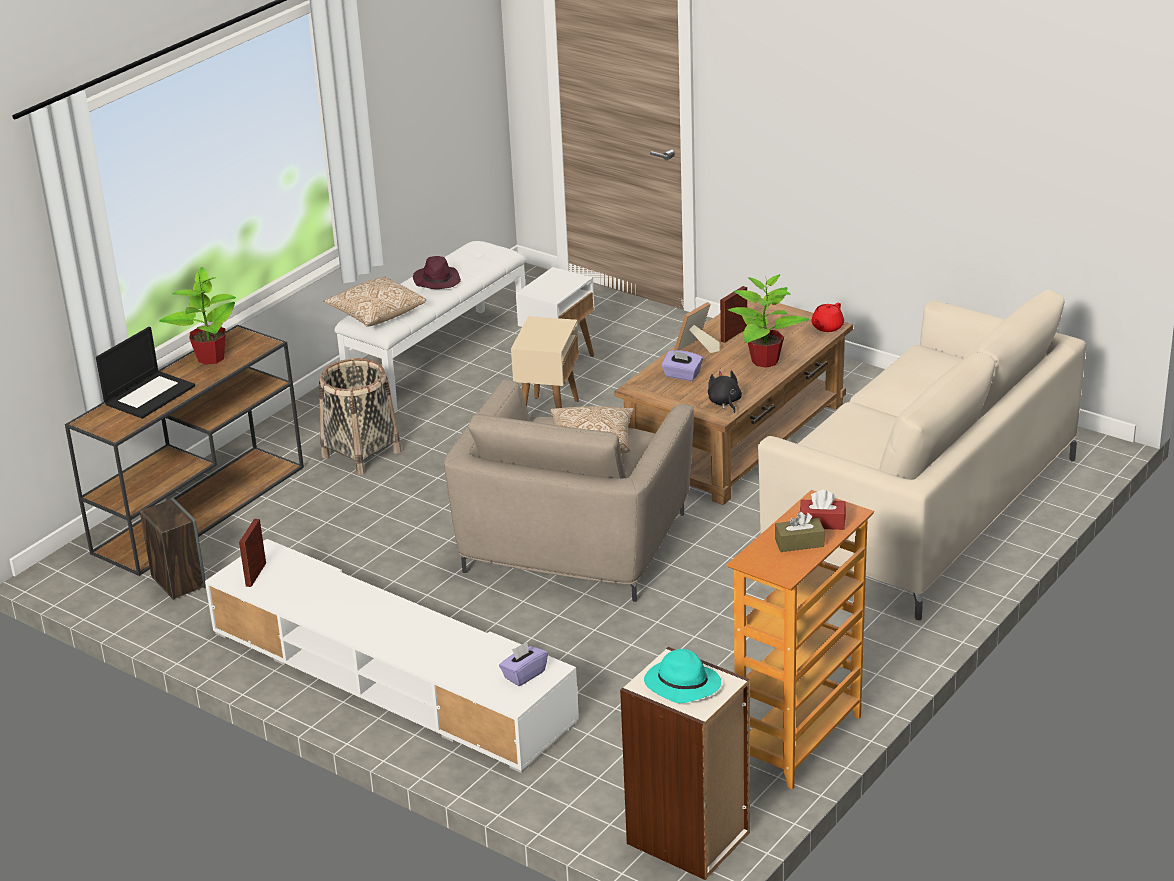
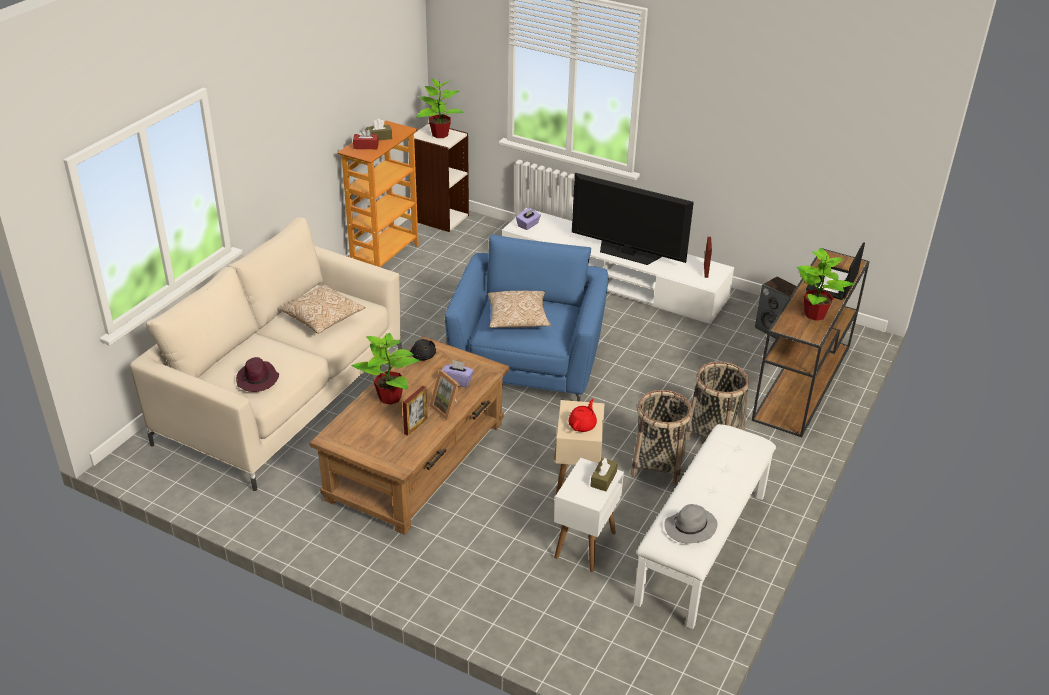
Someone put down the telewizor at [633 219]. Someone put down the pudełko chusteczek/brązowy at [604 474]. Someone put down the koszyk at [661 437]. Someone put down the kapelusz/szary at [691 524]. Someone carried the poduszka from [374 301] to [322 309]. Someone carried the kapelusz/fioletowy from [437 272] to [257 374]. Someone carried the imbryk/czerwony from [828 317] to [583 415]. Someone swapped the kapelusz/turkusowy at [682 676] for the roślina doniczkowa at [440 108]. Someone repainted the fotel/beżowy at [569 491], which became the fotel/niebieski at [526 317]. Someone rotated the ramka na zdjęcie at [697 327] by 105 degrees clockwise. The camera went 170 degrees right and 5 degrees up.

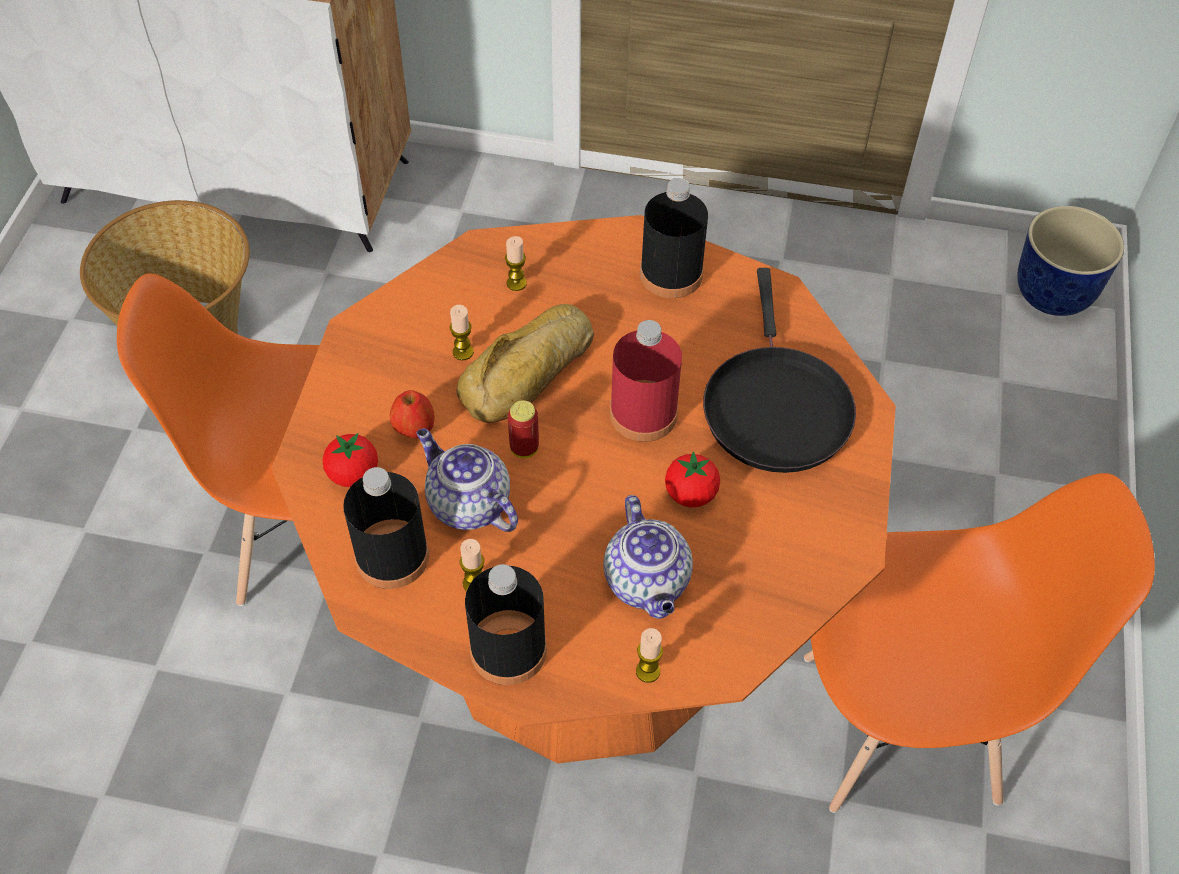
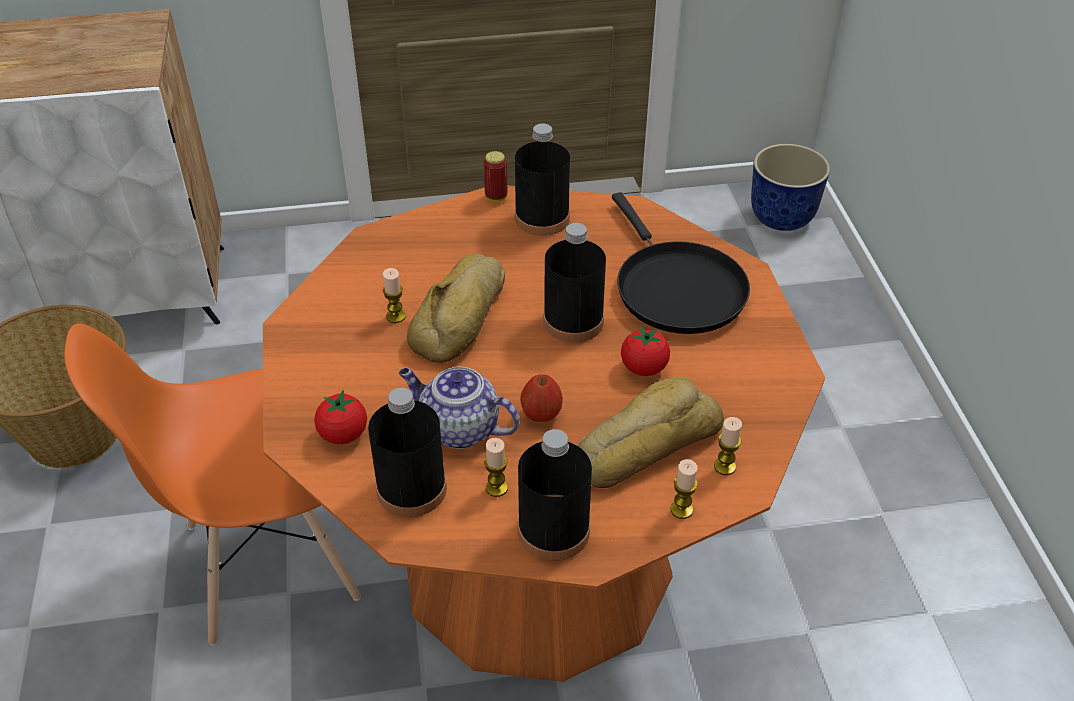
Someone took away the krzesło/pomarańczowy at [979 643]. Someone carried the jabłko from [412 414] to [541 398]. Someone carried the świeca from [516 263] to [728 446]. Someone carried the puszka from [523 429] to [495 176]. Someone swapped the imbryk at [648 557] for the chleb at [650 433]. Someone repainted the butelka/czerwony at [646 381], which became the butelka/czarny at [574 282]. The camera went 20 degrees left and 10 degrees down.

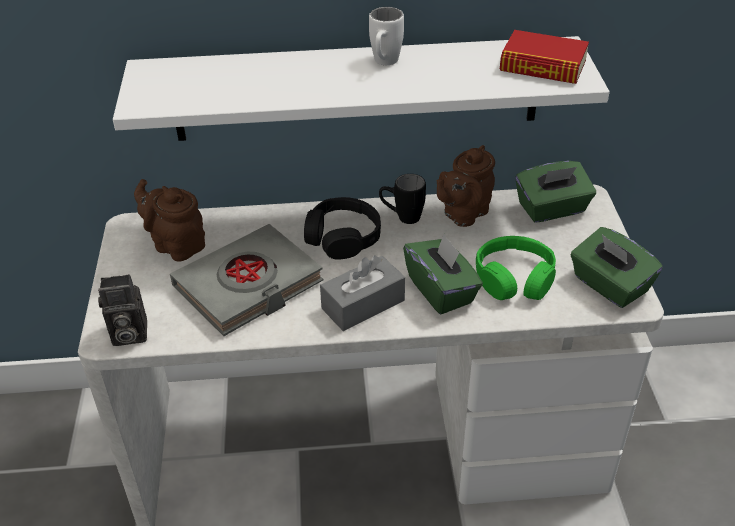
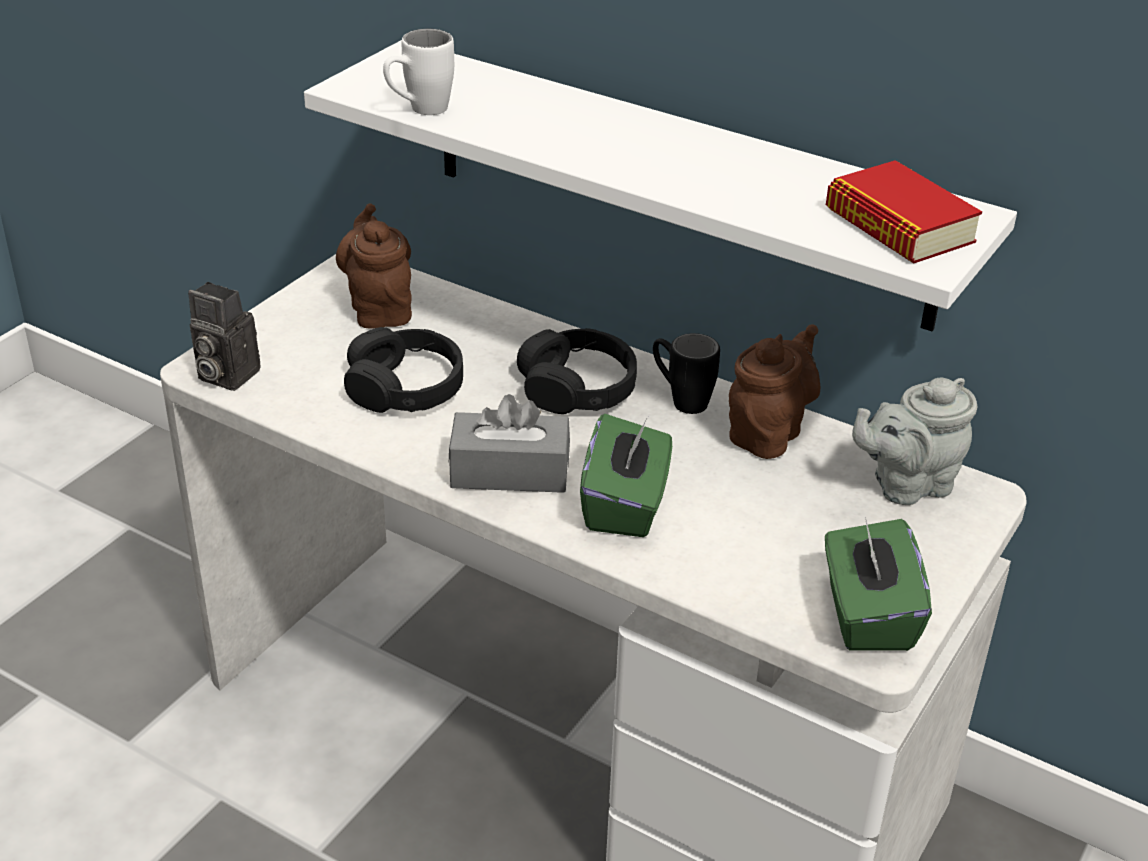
Someone took away the słuchawki/zielony at [516 268]. Someone carried the kubek/biały from [386 36] to [418 72]. Someone swapped the książka/szary at [247 280] for the słuchawki/czarny at [403 370]. Someone swapped the pudełko chusteczek/zielony at [555 192] for the imbryk/szary at [915 441]. Someone rotated the imbryk/brązowy at [465 186] by 135 degrees clockwise. The camera went 35 degrees right and 5 degrees down.

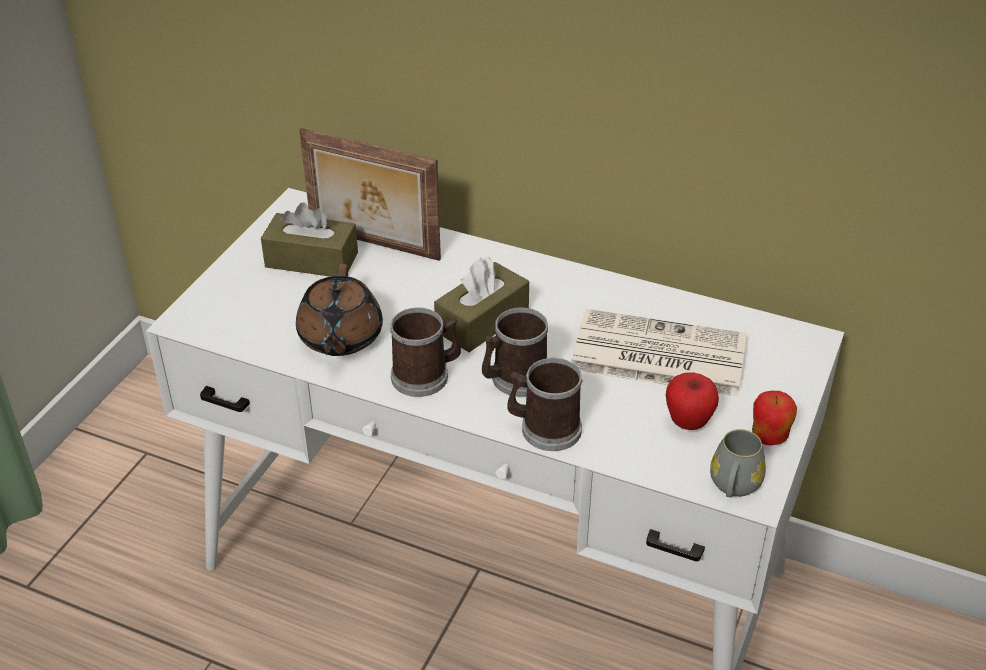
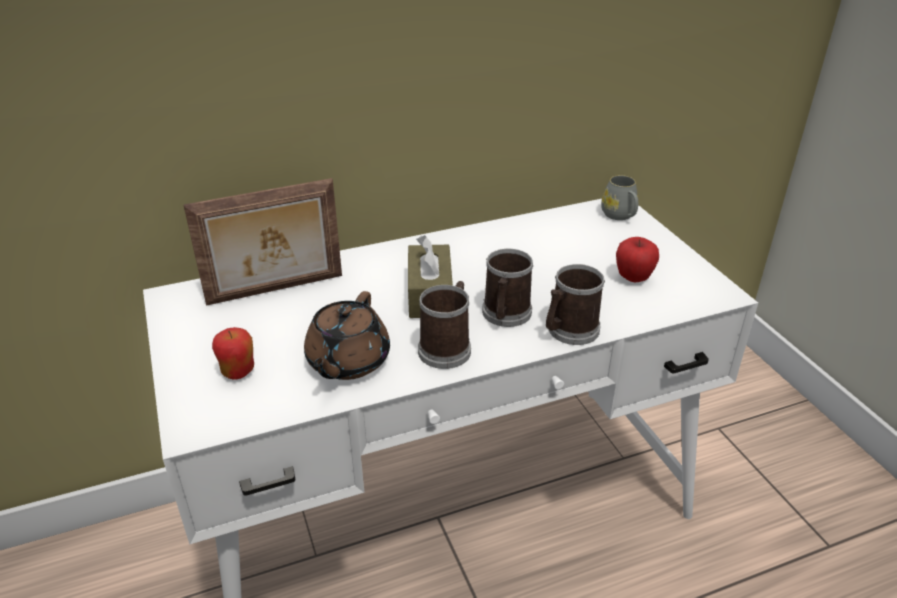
Someone took away the pudełko chusteczek/brązowy at [309 239]. Someone took away the gazeta at [659 353]. Someone carried the kubek/szary from [738 463] to [619 197]. Someone carried the jabłko from [774 418] to [233 353]. Someone rotated the imbryk/brązowy at [339 310] by 60 degrees clockwise. The camera went 45 degrees left and 5 degrees down.

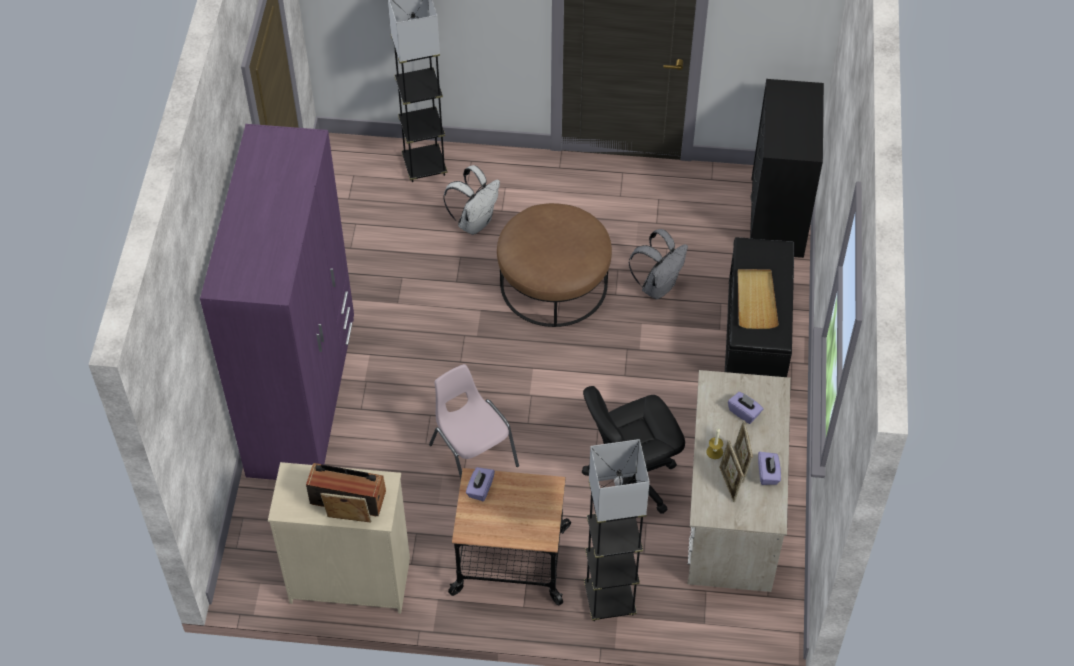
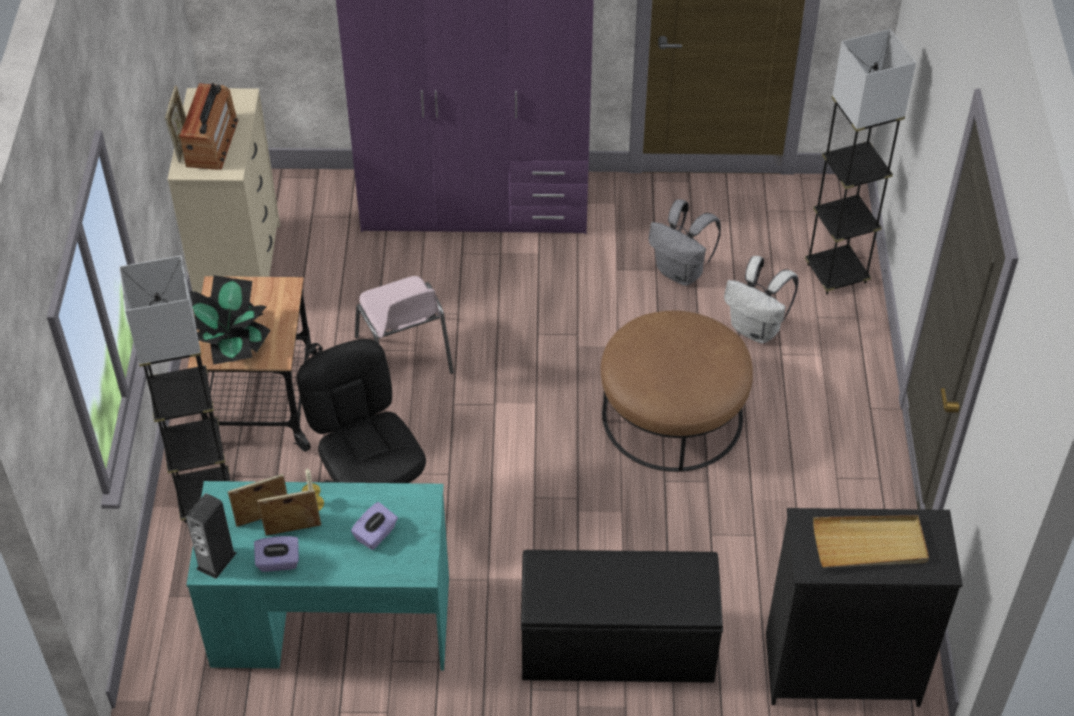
Someone took away the pudełko chusteczek/fioletowy at [480 484]. Someone put down the głośnik at [211 536]. Someone put down the roślina doniczkowa at [230 320]. Someone carried the plecak/szary from [658 264] to [684 242]. Someone carried the taca/beżowy from [758 299] to [871 541]. Someone repainted the biurko/beżowy at [739 481], which became the biurko/turkusowy at [317 575]. Someone rotated the krzesło/różowy at [474 421] by 105 degrees clockwise. The camera went 85 degrees right and 5 degrees down.

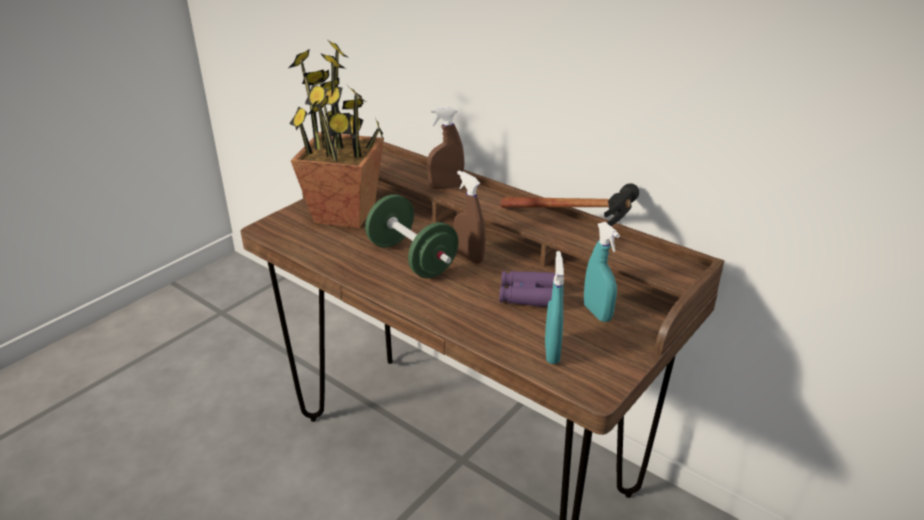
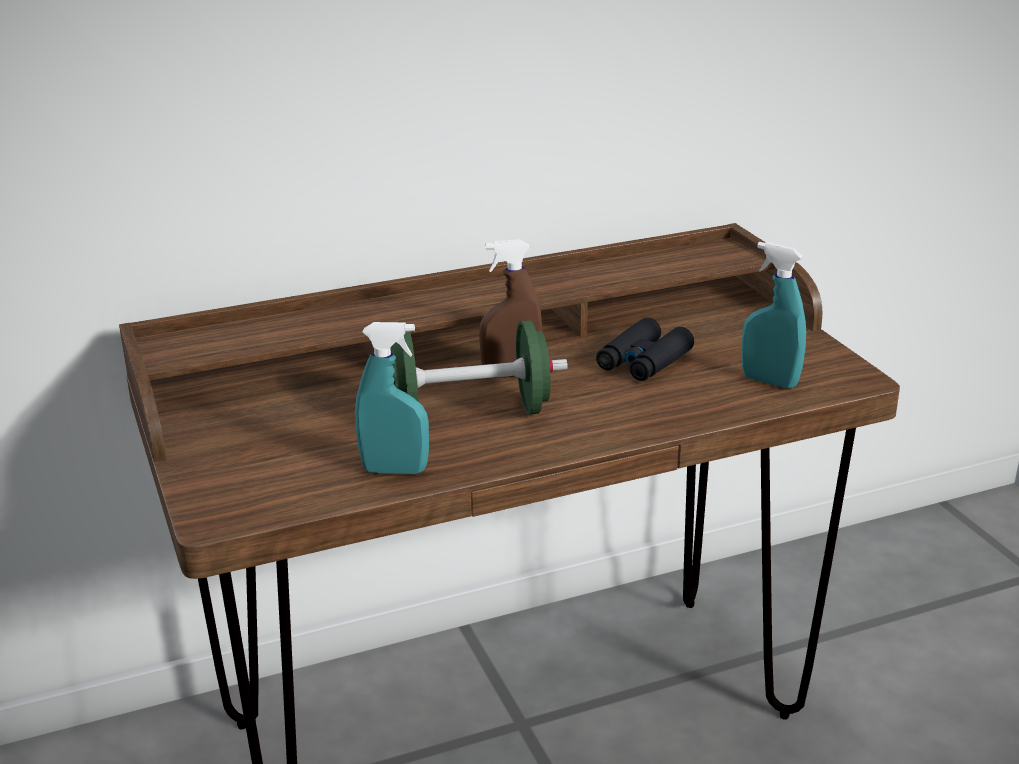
Someone took away the roślina doniczkowa at [336 134]. Someone took away the spryskiwacz/brązowy at [445 148]. Someone took away the młotek at [569 204]. Someone carried the spryskiwacz/turkusowy from [602 272] to [392 398]. Someone repainted the lornetka/fioletowy at [527 289], which became the lornetka/czarny at [645 349]. The camera went 60 degrees left and 5 degrees down.

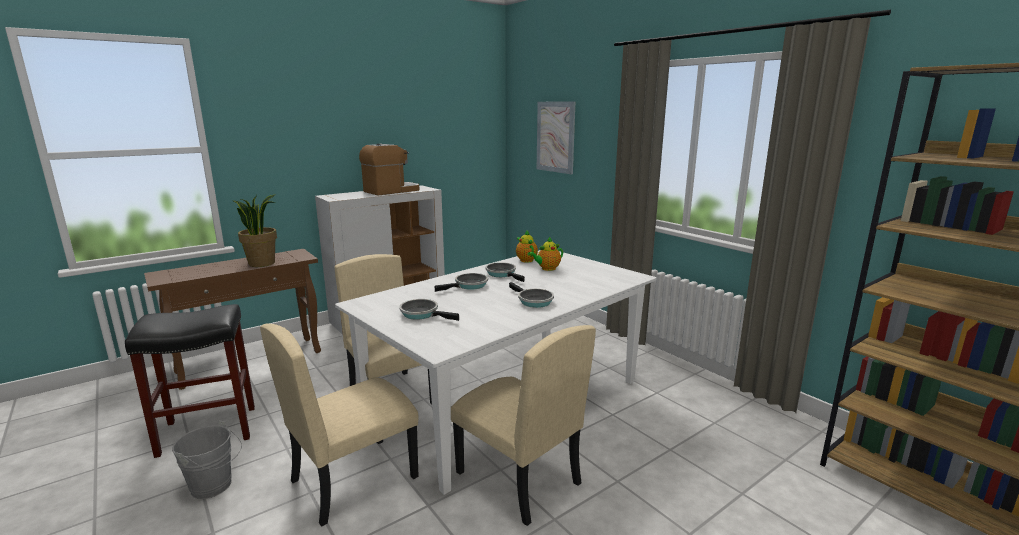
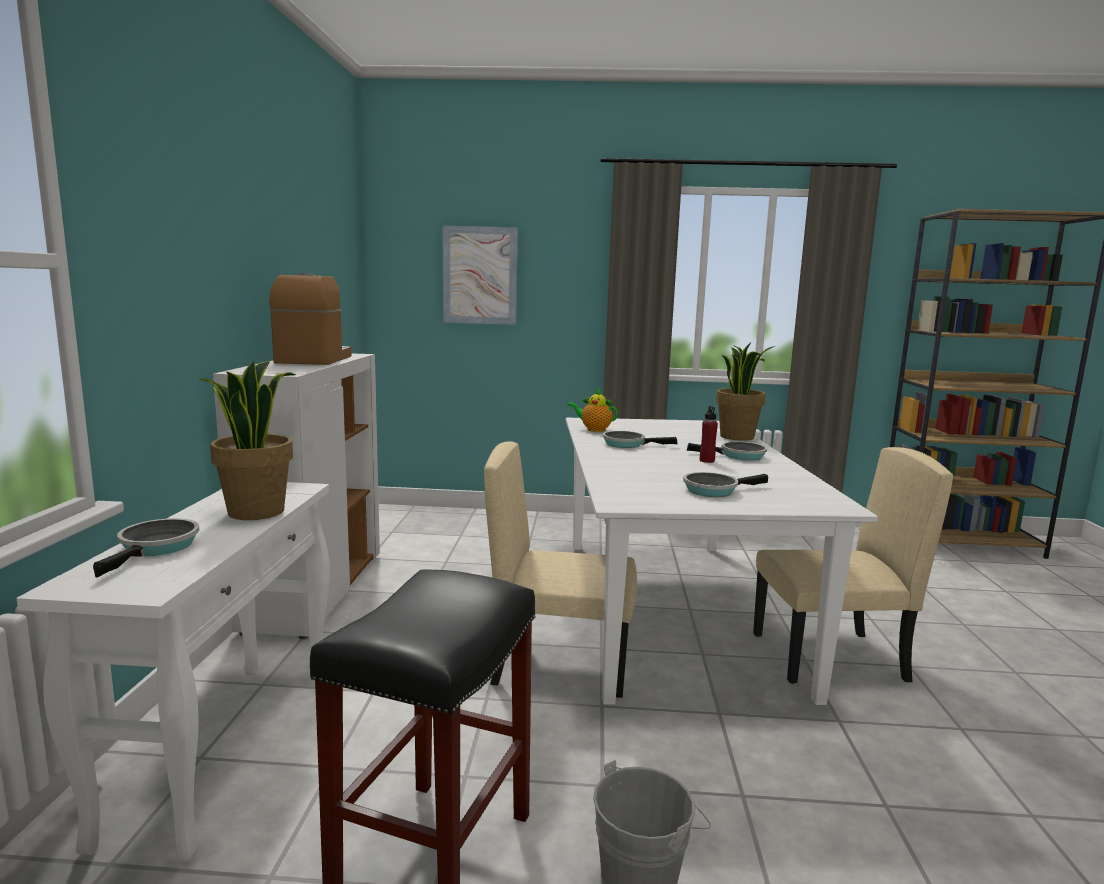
Someone took away the krzesło/beżowy at [339 424]. Someone took away the imbryk at [545 254]. Someone put down the butelka/czerwony at [709 434]. Someone put down the roślina doniczkowa at [745 391]. Someone carried the patelnia from [461 282] to [146 548]. Someone repainted the stolik konsolowy/brązowy at [232 319], which became the stolik konsolowy/biały at [173 672]. The camera went 50 degrees left and 5 degrees down.

